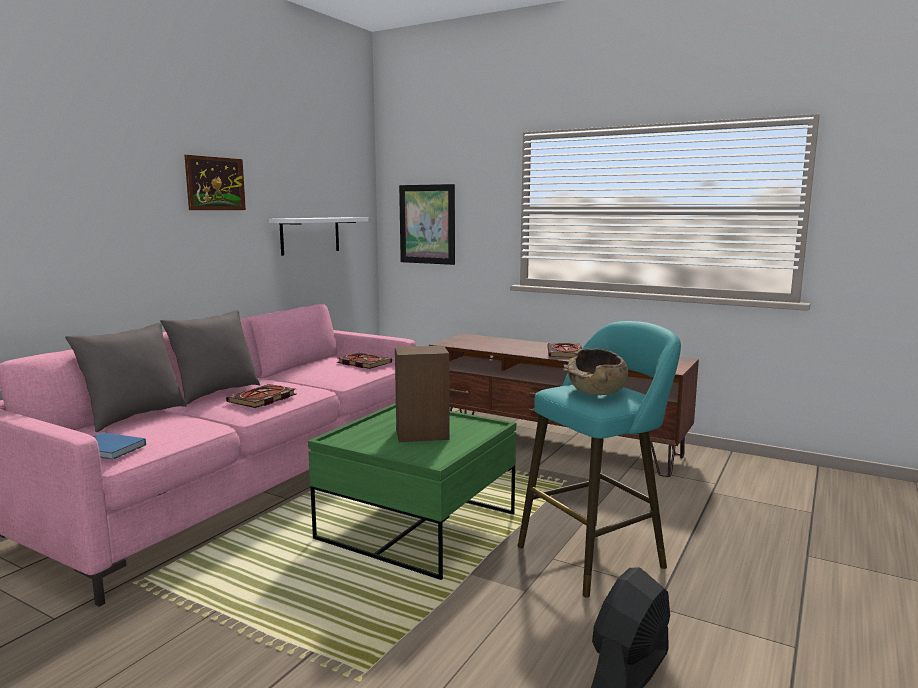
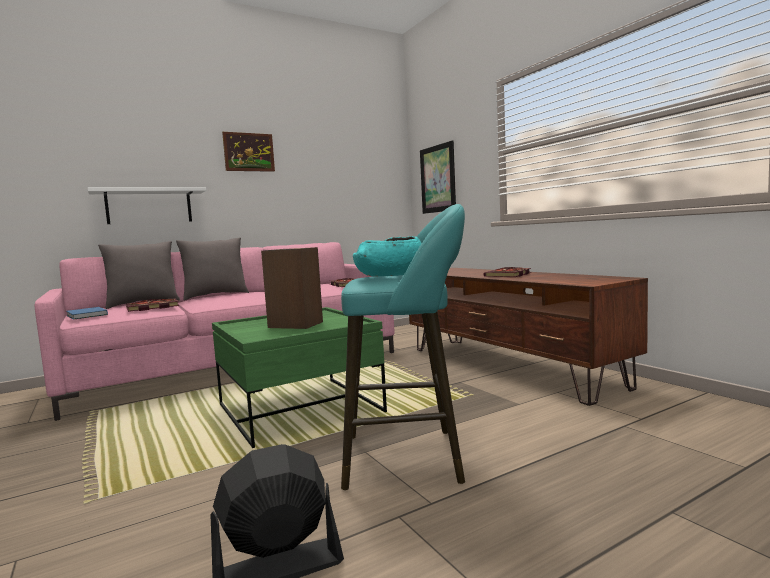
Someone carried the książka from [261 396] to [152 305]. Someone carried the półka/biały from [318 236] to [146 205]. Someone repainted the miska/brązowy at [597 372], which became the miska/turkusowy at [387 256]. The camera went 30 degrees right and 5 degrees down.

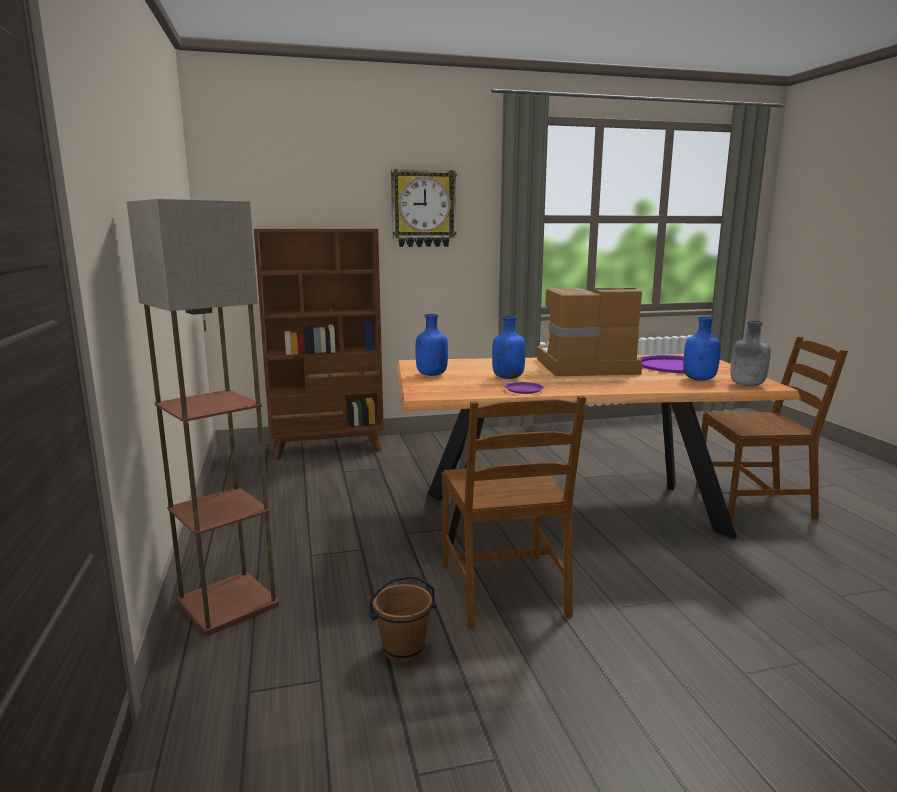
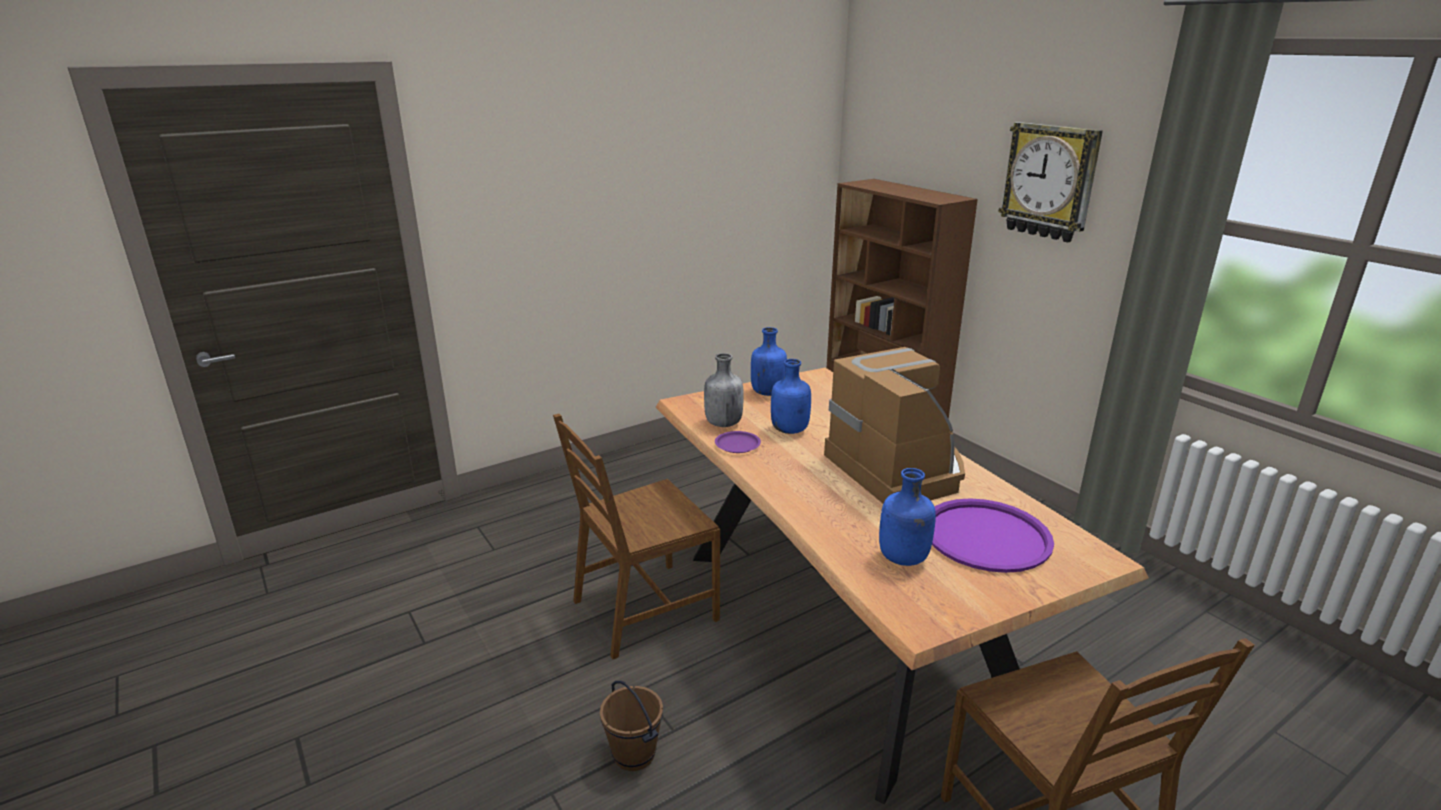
Someone took away the lampa stojąca at [203 417]. Someone carried the wiadro/brązowy from [402 619] to [631 726]. Someone carried the butelka/szary from [751 353] to [724 390]. The camera went 70 degrees right and 10 degrees up.

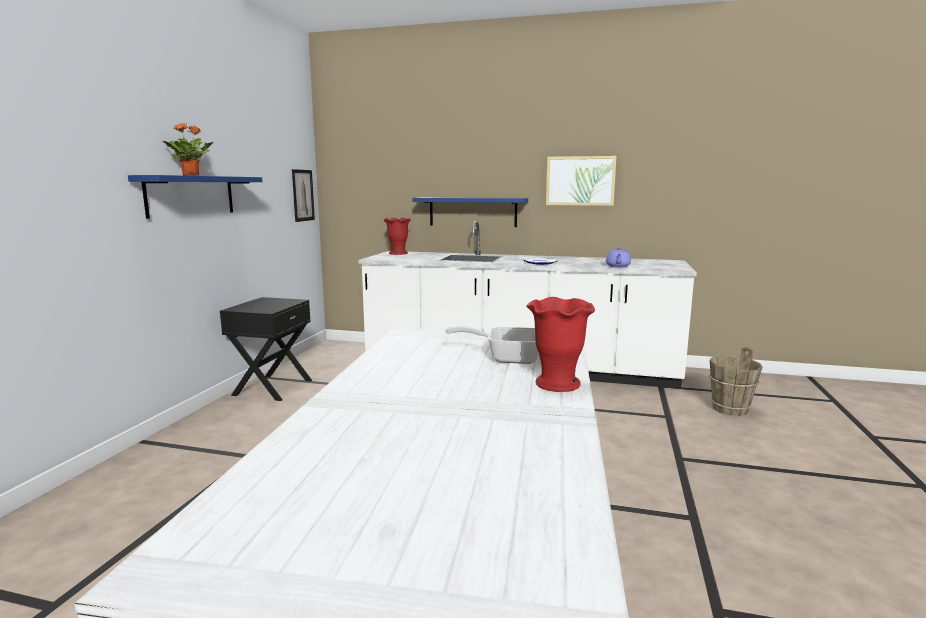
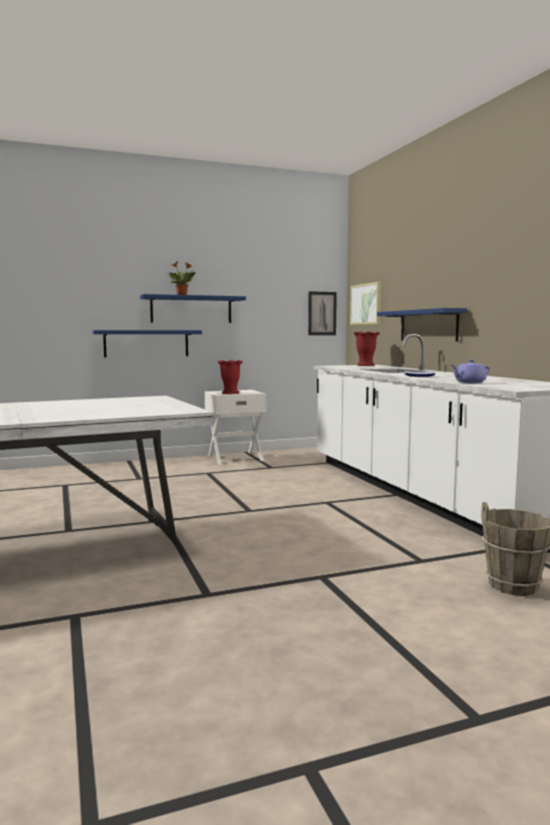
Someone took away the patelnia at [492 344]. Someone put up the półka/niebieski at [147 343]. Someone carried the wazon/czerwony from [560 344] to [230 377]. Someone carried the obraz from [581 181] to [365 303]. Someone repainted the szafka nocna/czarny at [266 349], which became the szafka nocna/biały at [235 427]. The camera went 55 degrees right and 5 degrees down.

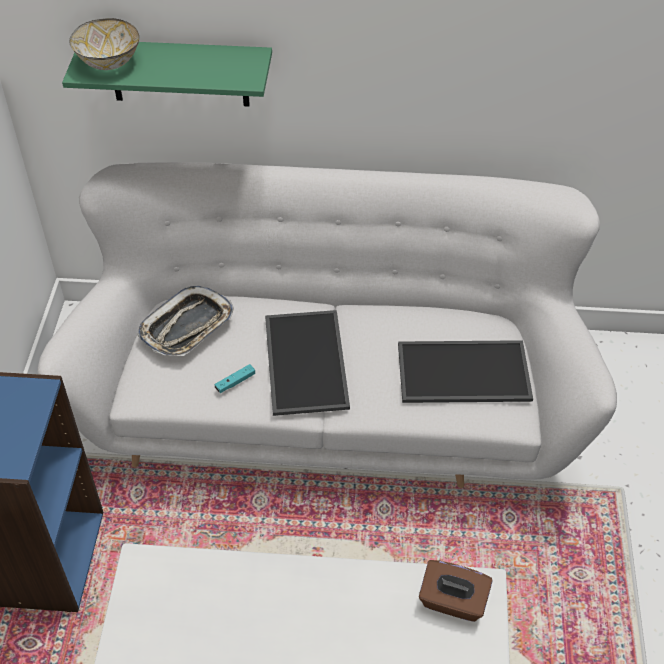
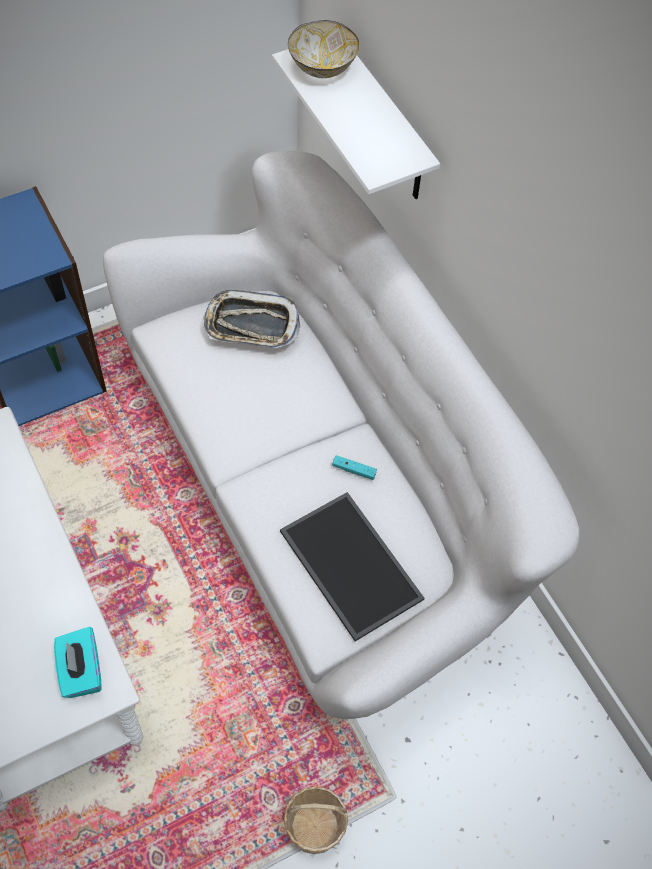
Someone took away the taca at [307 363]. Someone put down the koszyk at [316 820]. Someone carried the pad do gier/turkusowy from [235 378] to [354 467]. Someone repainted the półka/zielony at [167 74], which became the półka/biały at [356 124]. Someone repainted the pudełko chusteczek/brązowy at [455 591], which became the pudełko chusteczek/turkusowy at [78 662]. The camera went 55 degrees right and 10 degrees up.

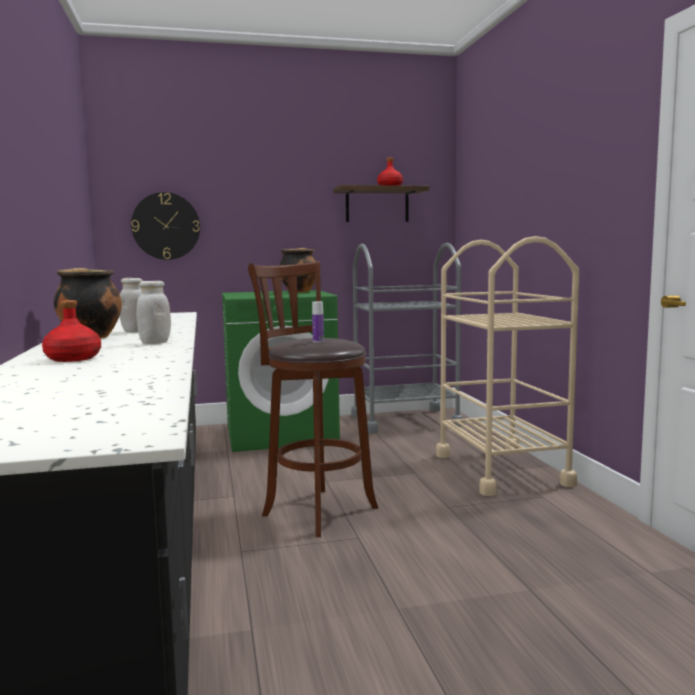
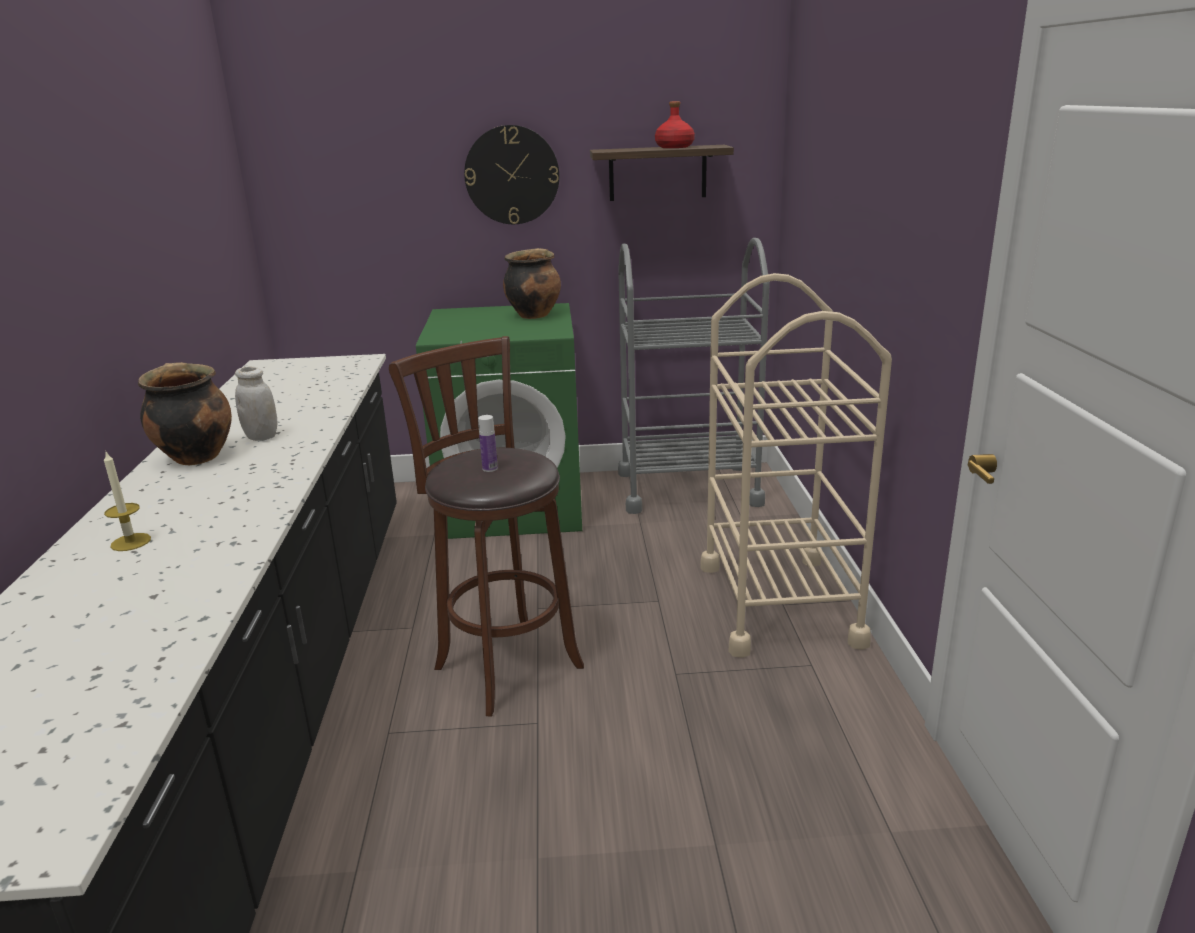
Someone took away the słoik/biały at [153 312]. Someone carried the zegar ścienny from [165 226] to [511 174]. Someone swapped the butelka/czerwony at [71 331] for the świeca at [127 500]. The camera went 10 degrees right and 15 degrees up.

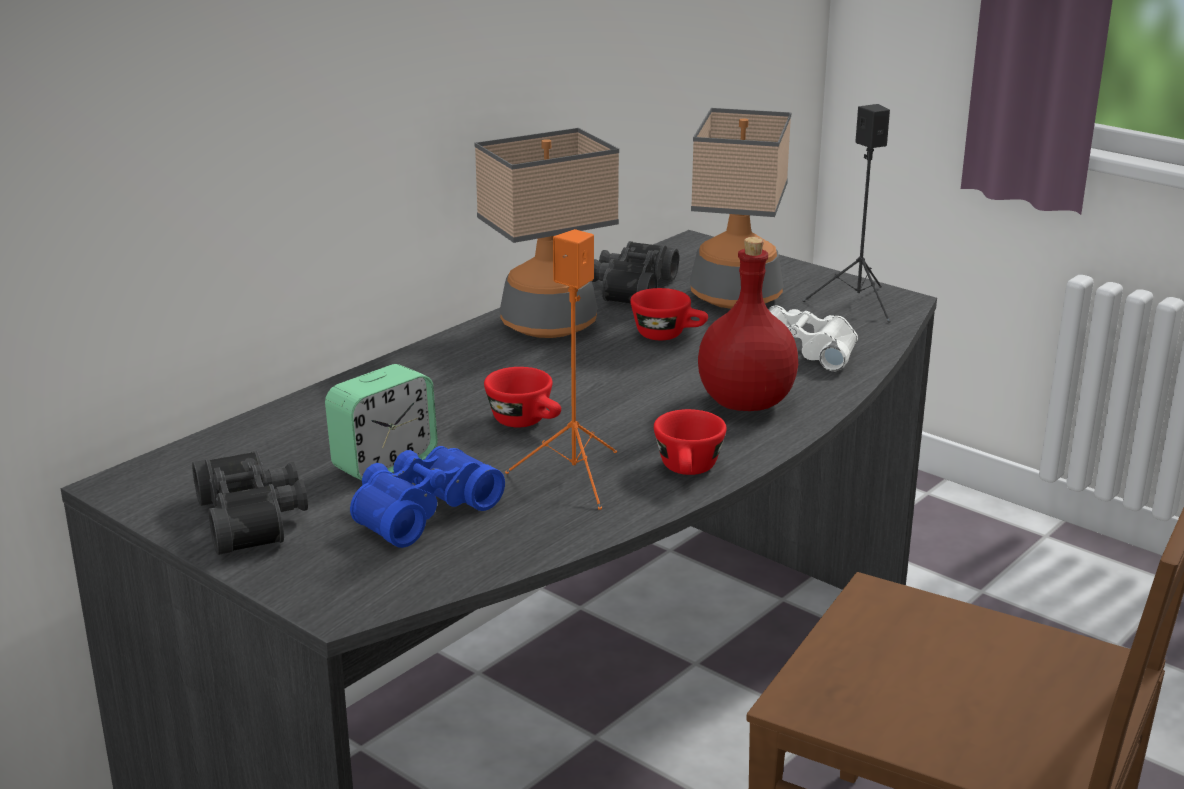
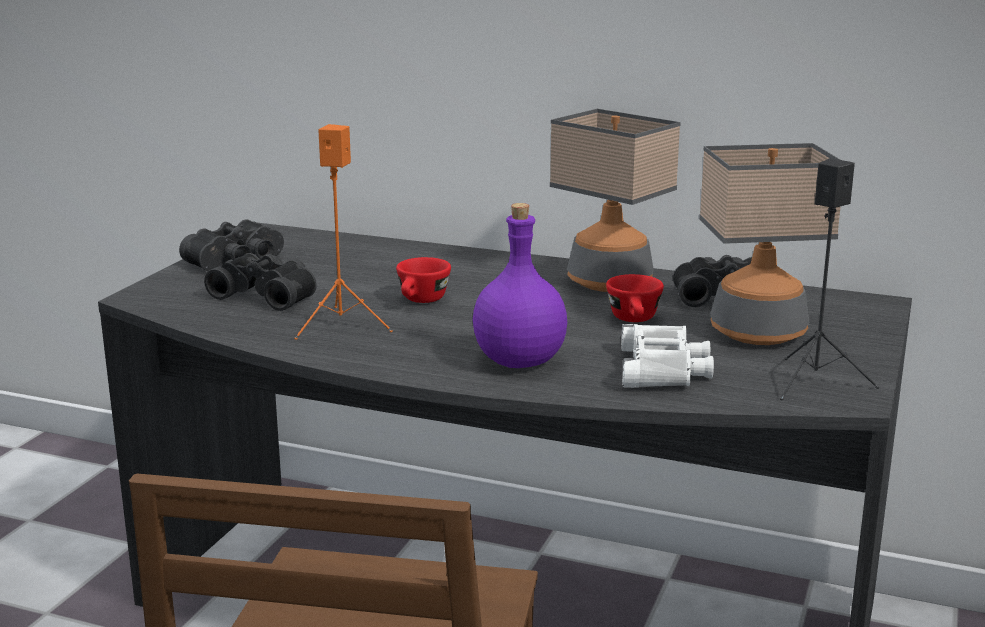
Someone took away the budzik at [381 422]. Someone took away the filiżanka/czerwony at [690 442]. Someone repainted the lornetka/niebieski at [427 497], which became the lornetka/czarny at [260 282]. Someone repainted the butelka/czerwony at [748 324], which became the butelka/fioletowy at [520 285]. The camera went 70 degrees right and 5 degrees down.

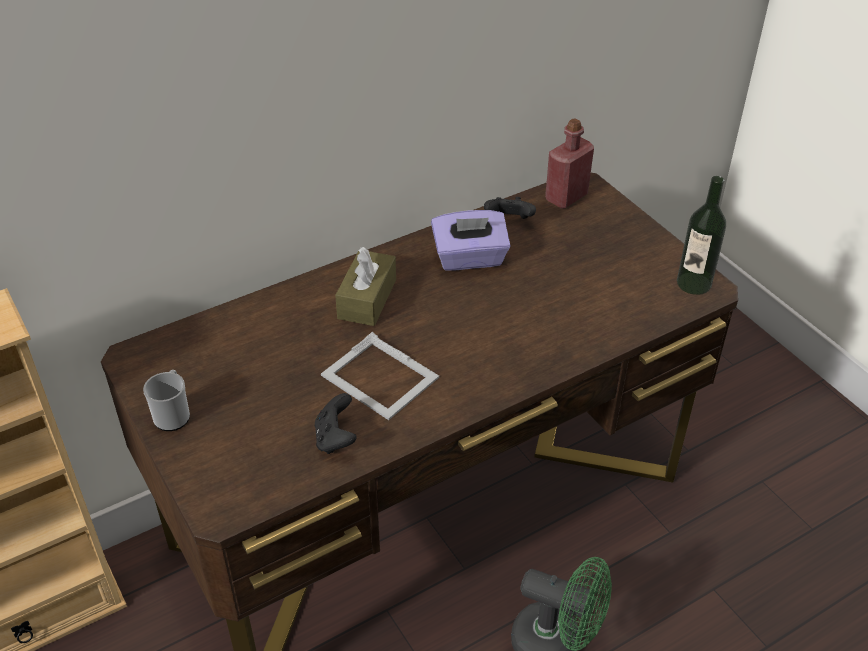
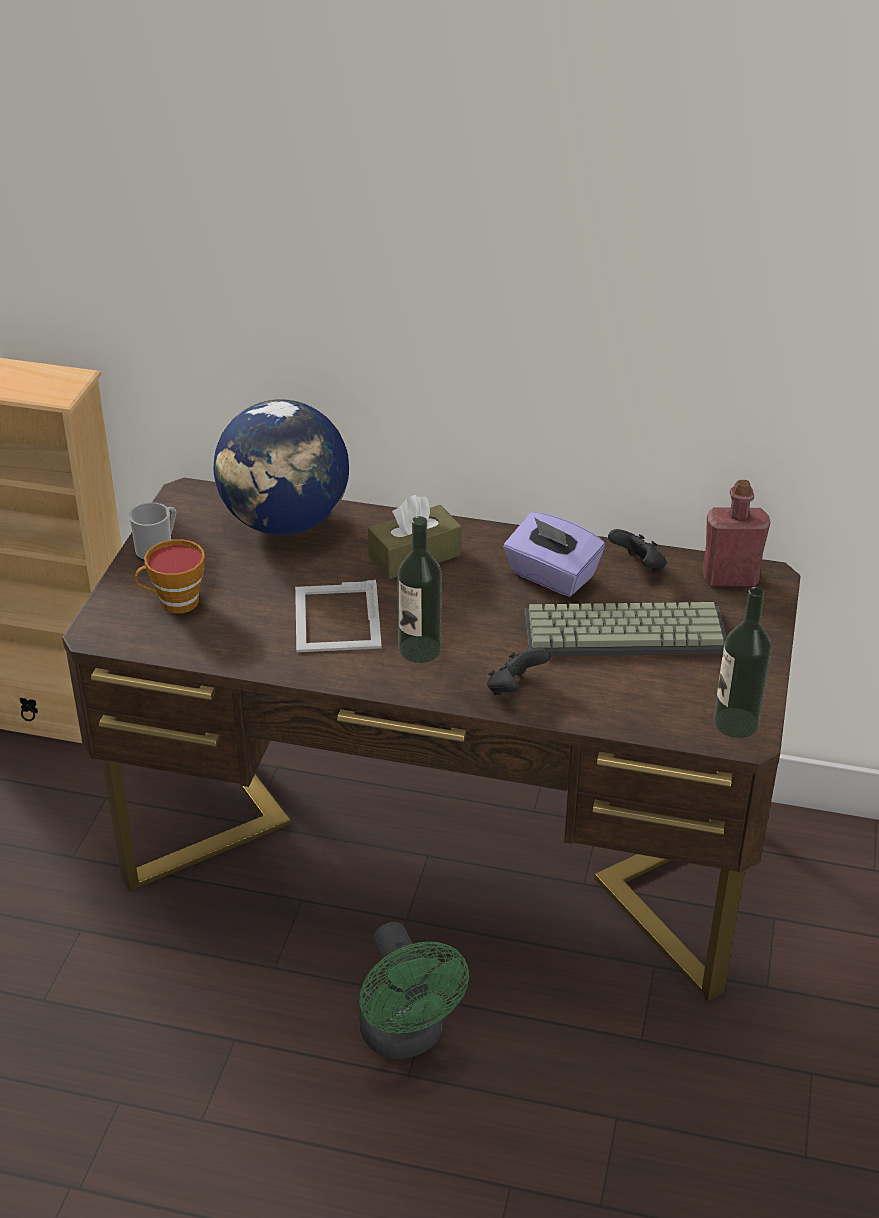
Someone put down the filiżanka at [170 576]. Someone put down the globus at [281 467]. Someone put down the butelka at [419 589]. Someone put down the klawiatura at [625 629]. Someone carried the pad do gier/czarny from [336 423] to [519 671]. The camera went 45 degrees right and 5 degrees down.

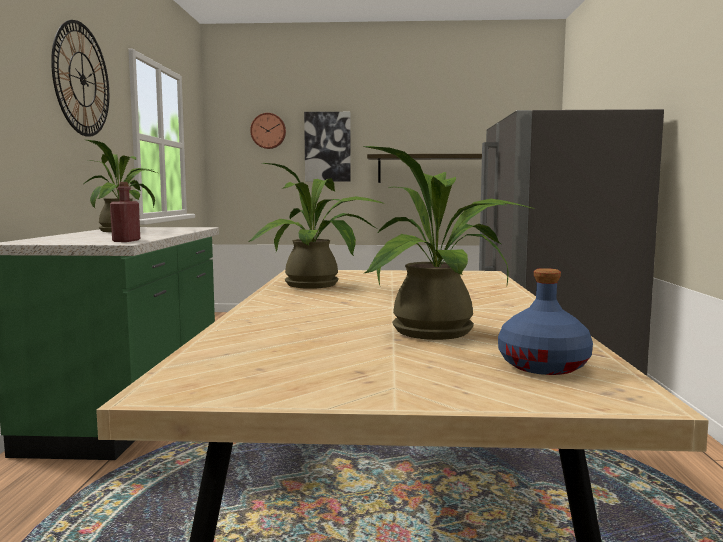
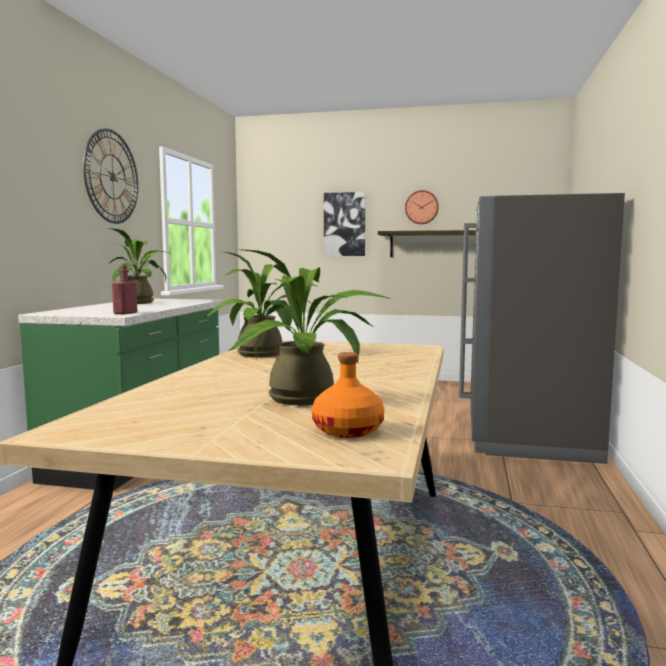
Someone carried the zegar ścienny from [268 131] to [422 207]. Someone repainted the butelka/niebieski at [545 321], which became the butelka/pomarańczowy at [348 395]. The camera went 10 degrees right and 0 degrees up.

